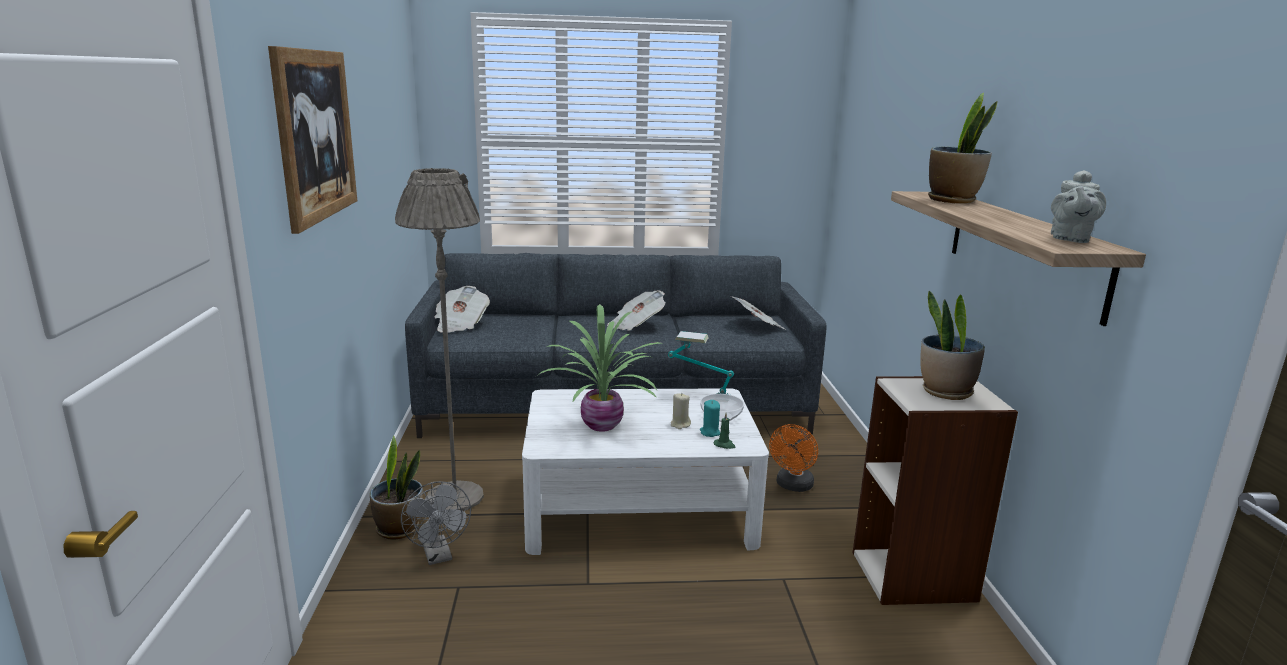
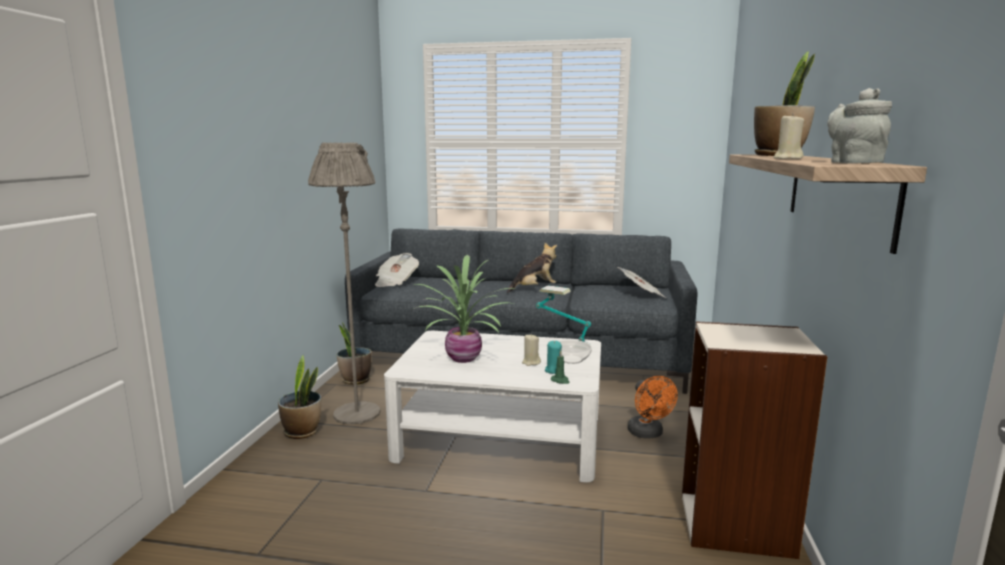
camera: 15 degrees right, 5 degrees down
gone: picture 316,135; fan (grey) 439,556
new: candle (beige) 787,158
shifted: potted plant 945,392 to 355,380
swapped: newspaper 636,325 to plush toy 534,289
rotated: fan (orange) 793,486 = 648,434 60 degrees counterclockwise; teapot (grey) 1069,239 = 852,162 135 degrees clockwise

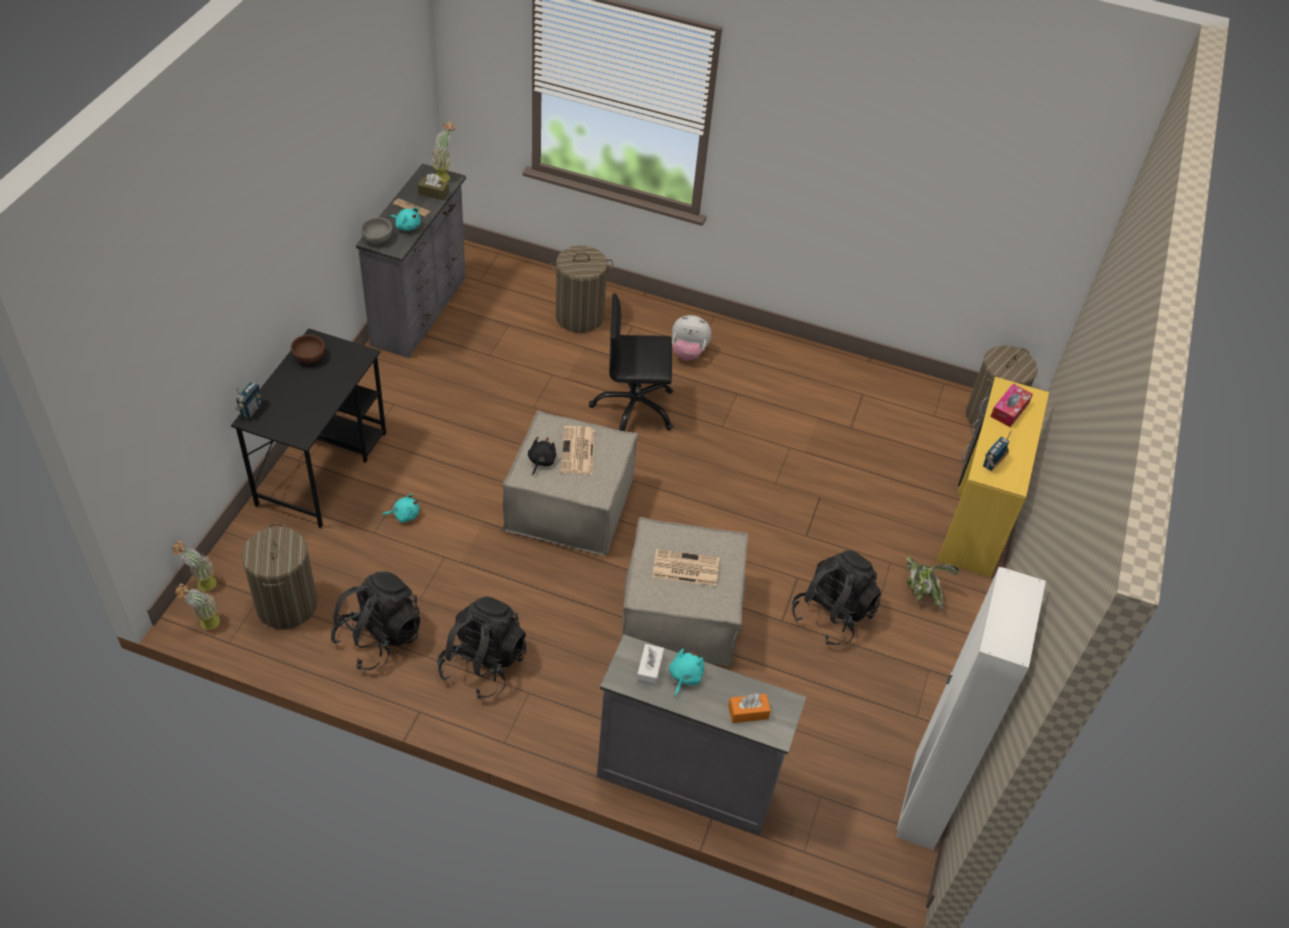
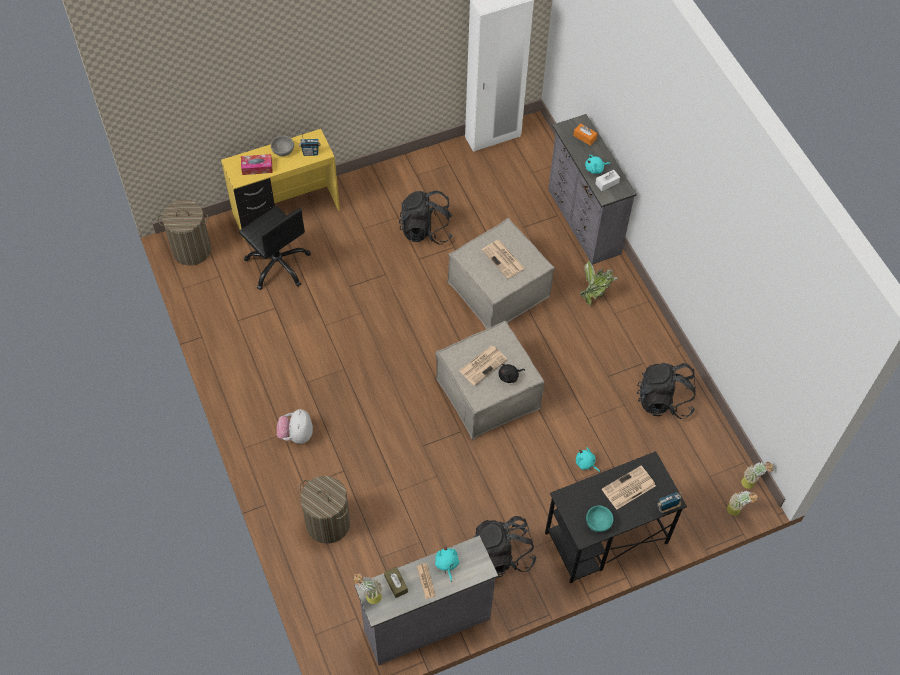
camera: 130 degrees left, 10 degrees up
gone: laundry basket 286,604
new: newspaper 628,488
shifted: bowl (grey) 378,238 to 282,151; backpack (black) 483,664 to 502,554; office chair (black) 634,408 to 278,265; potted plant 920,591 to 595,291
repainted: bowl (brown) 310,356 to bowl (turquoise) 597,523
rotated: plush toy 688,352 = 296,435 150 degrees counterclockwise

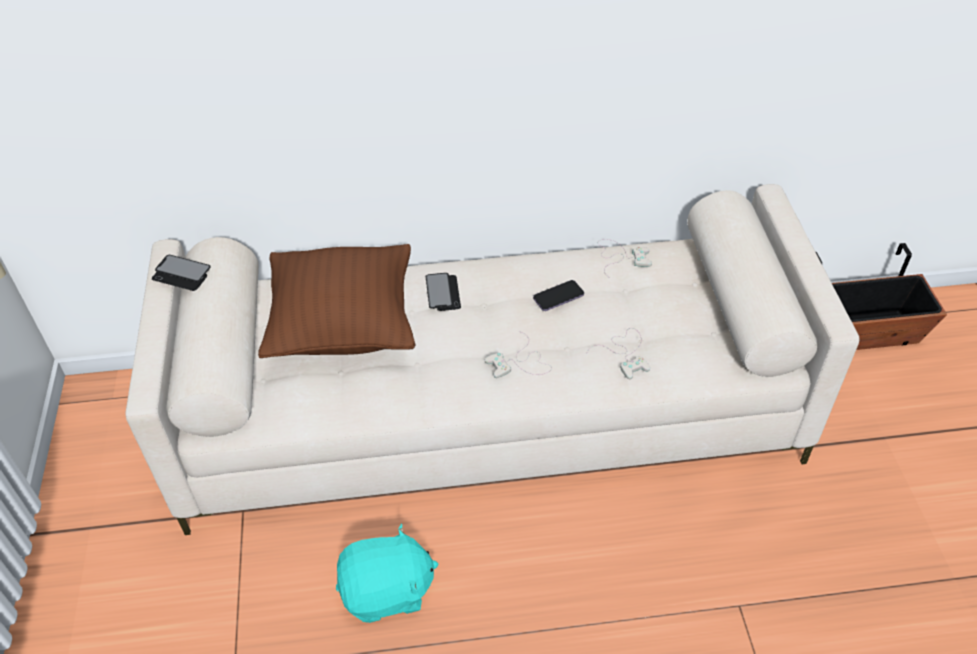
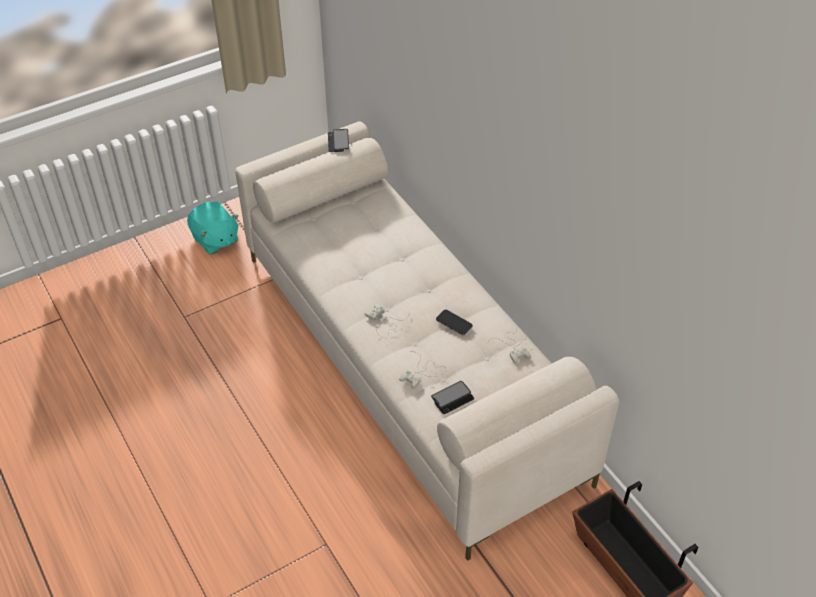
camera: 65 degrees right, 0 degrees up
gone: pillow (brown) 344,326
shifted: plush toy (turquoise) 387,592 to 215,240; phone 443,293 to 452,398

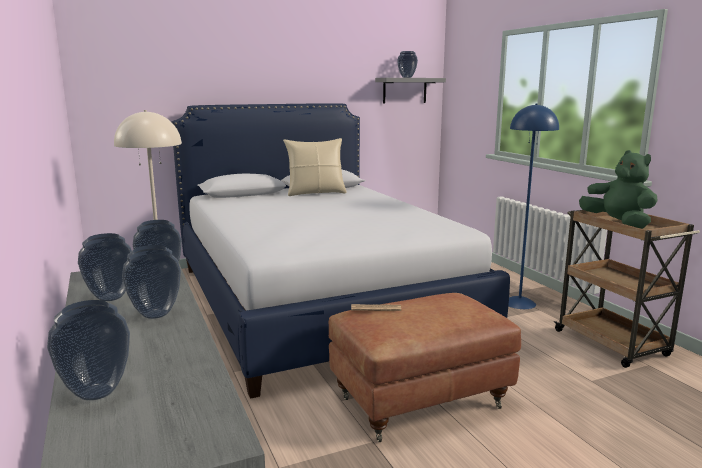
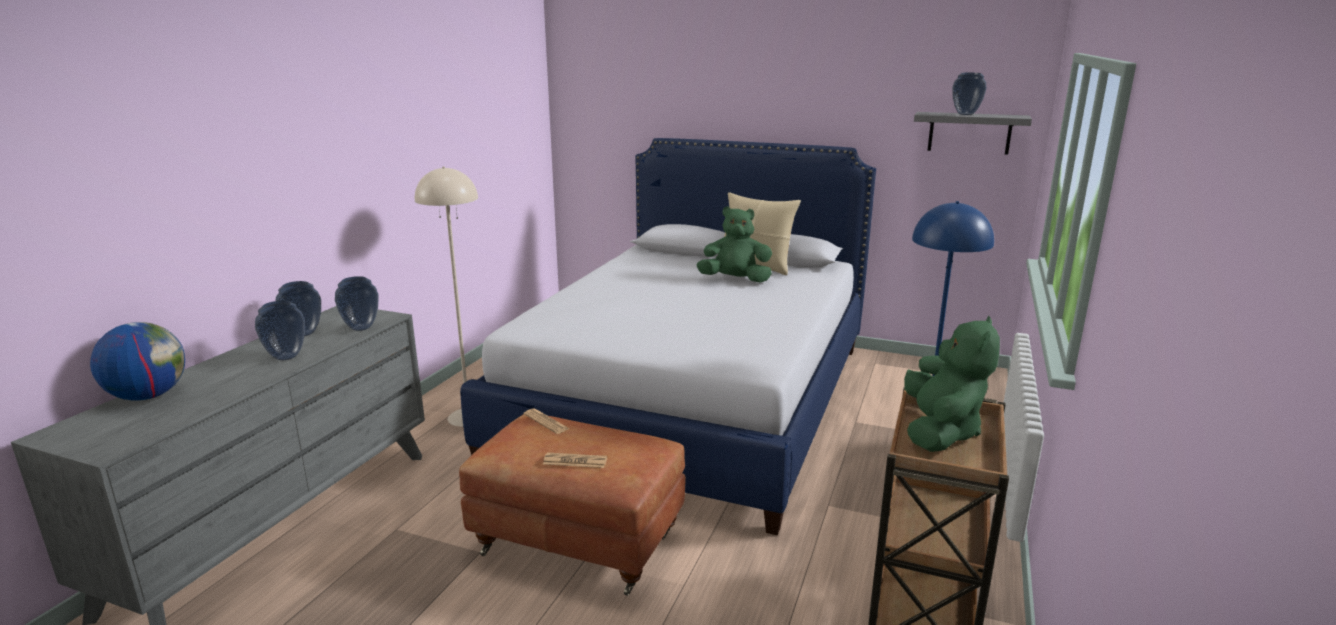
camera: 45 degrees right, 5 degrees up
new: newspaper 575,461; plush toy (green) 735,280
swapped: vase 95,393 to globe 148,396

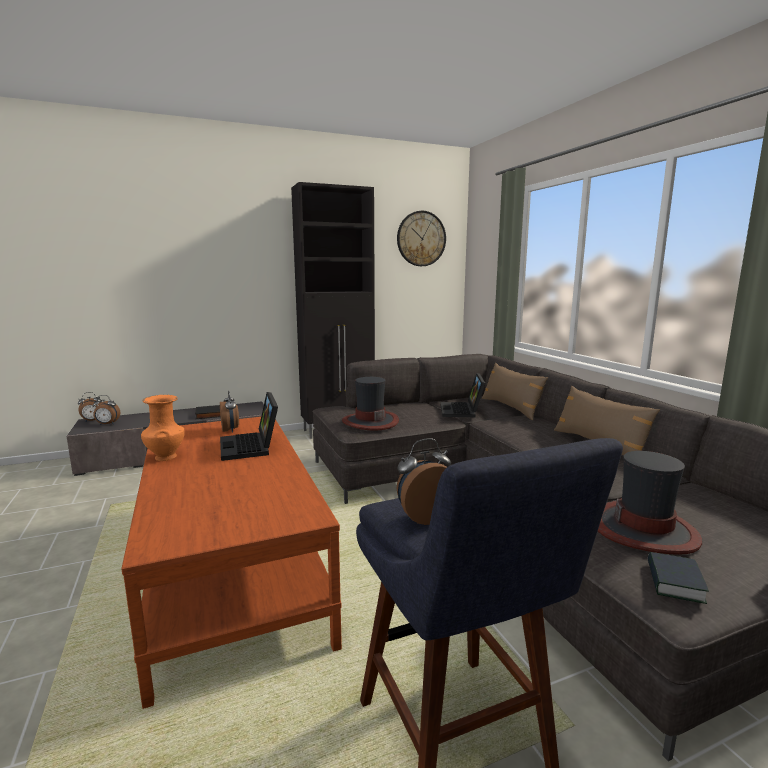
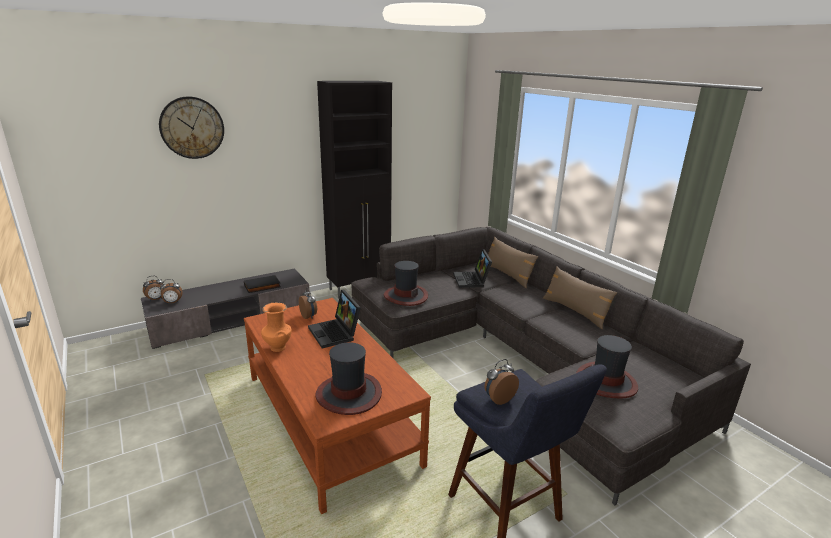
camera: 10 degrees left, 10 degrees up
gone: book 674,583
new: hat 349,394
shifted: wall clock 421,239 to 192,128

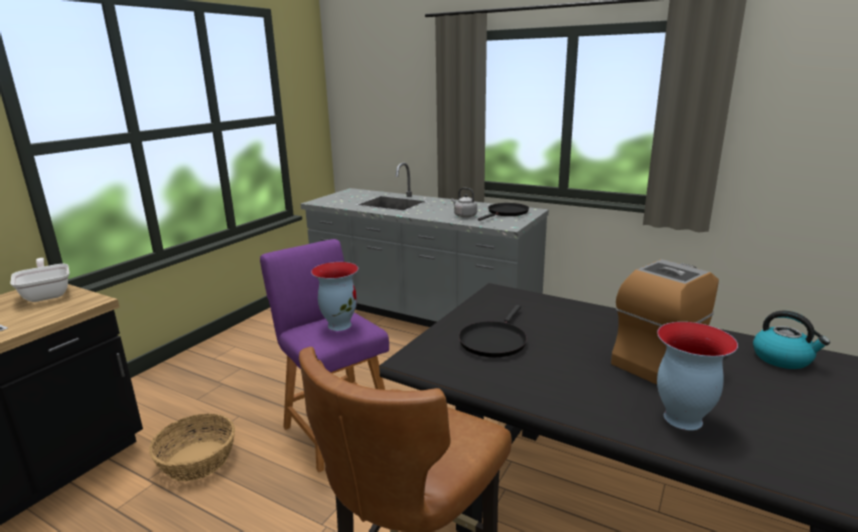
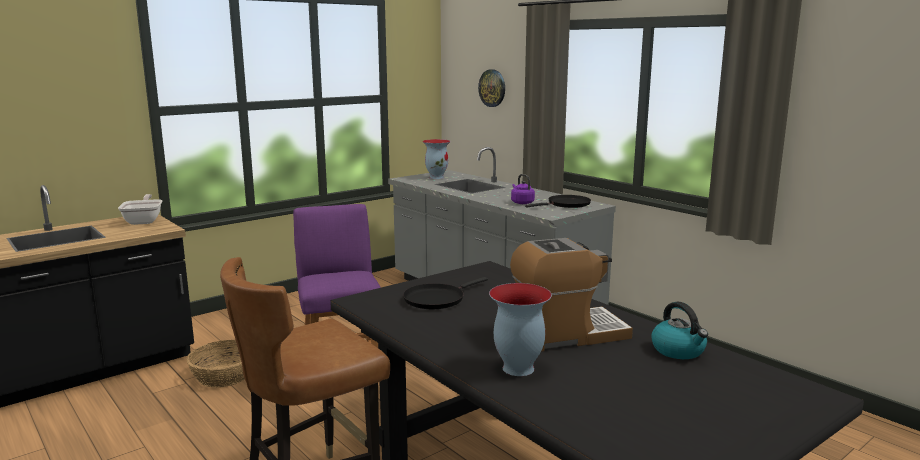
camera: 20 degrees right, 5 degrees down
new: wall clock 492,88
shifted: vase 339,325 to 436,177
repainted: kettle (grey) 464,215 to kettle (purple) 521,202

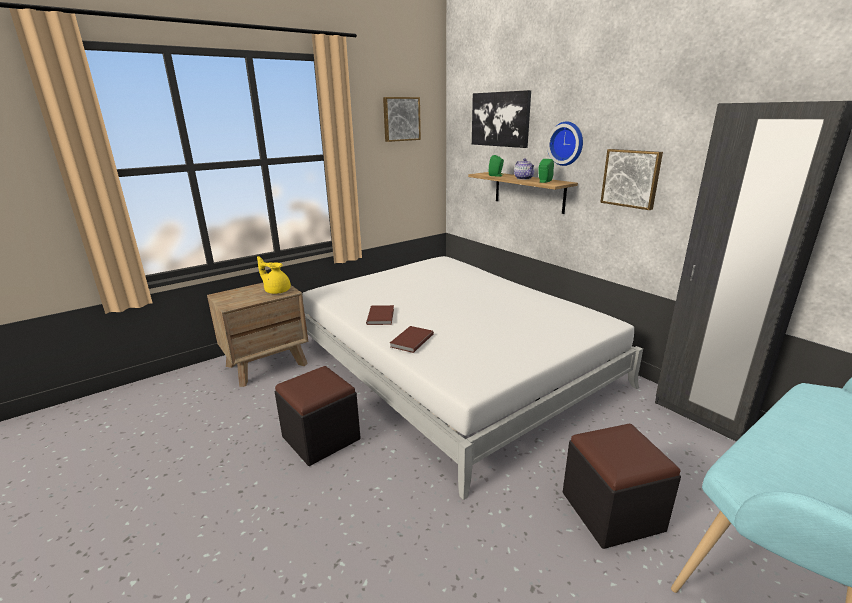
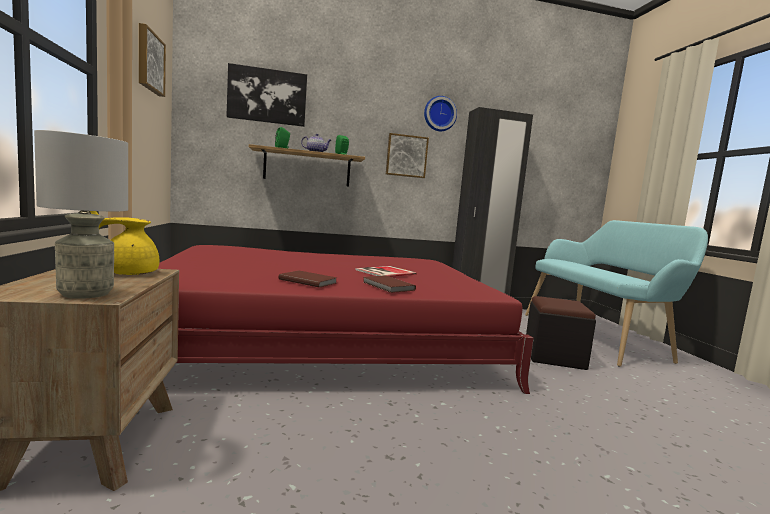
camera: 65 degrees left, 15 degrees down
gone: ottoman (black) 321,438
new: table lamp (grey) 86,294; book 384,272
shifted: wall clock 567,143 to 439,114
repainted: bed (white) 451,363 to bed (red) 323,338

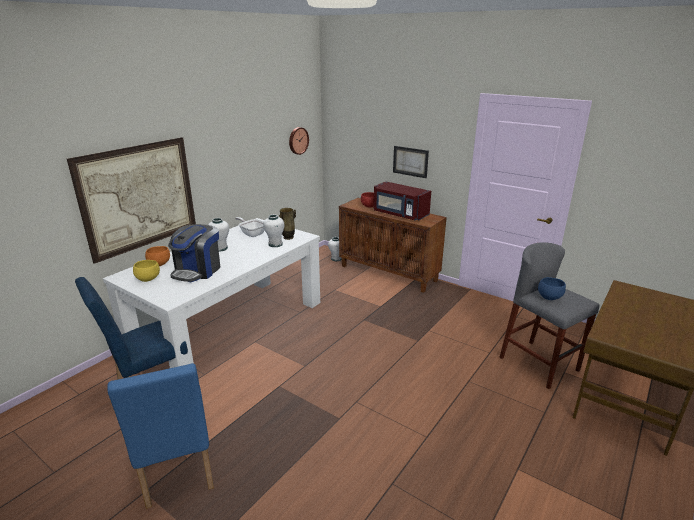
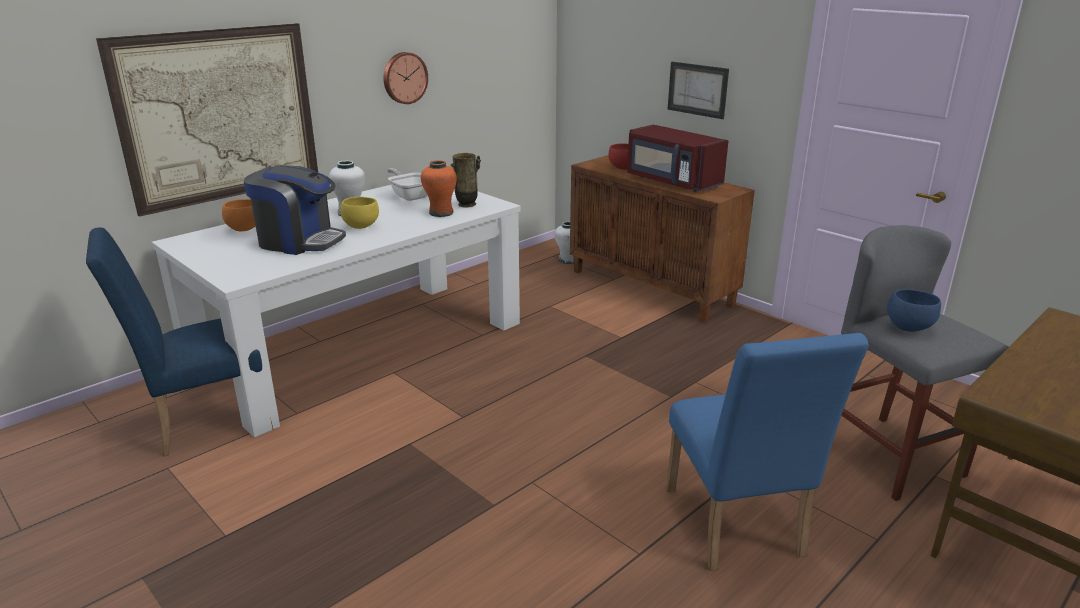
camera: 10 degrees right, 0 degrees up
shifted: chair (blue) 177,473 to 736,529; bowl (yellow) 148,279 to 361,226; wall clock 298,140 to 404,78
repainted: vase (white) 275,244 to vase (orange) 441,213
rotated: coffee machine 197,271 = 299,241 105 degrees counterclockwise

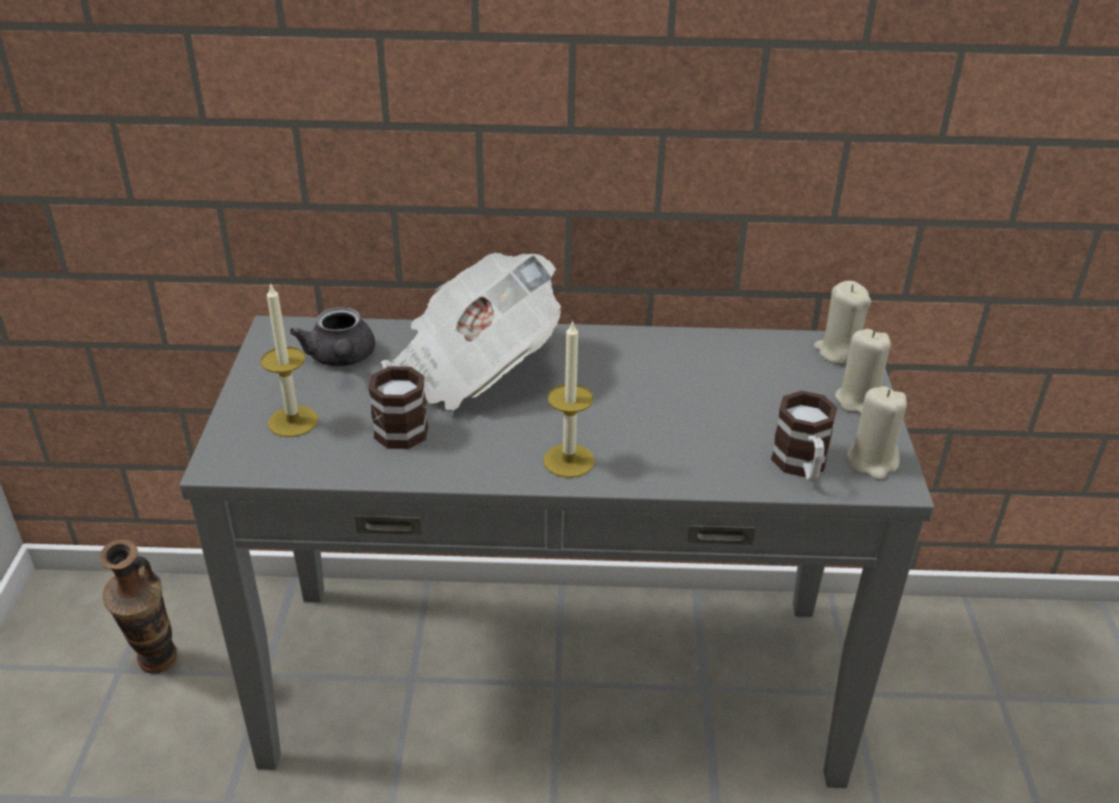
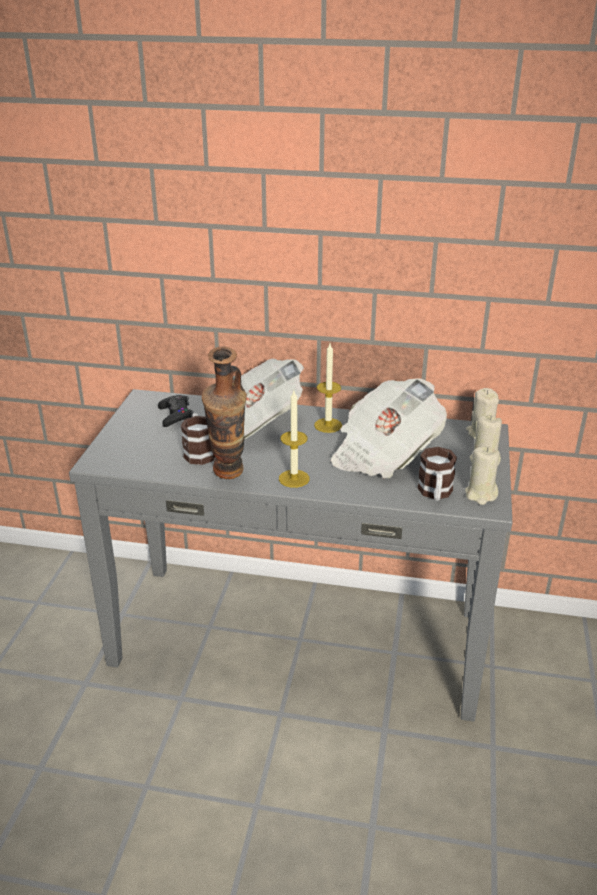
camera: 10 degrees right, 5 degrees down
new: newspaper 383,453
shifted: vase 158,669 to 228,477; candle 293,421 to 328,425
swapped: teapot (grey) 341,359 to game controller (black) 176,415

